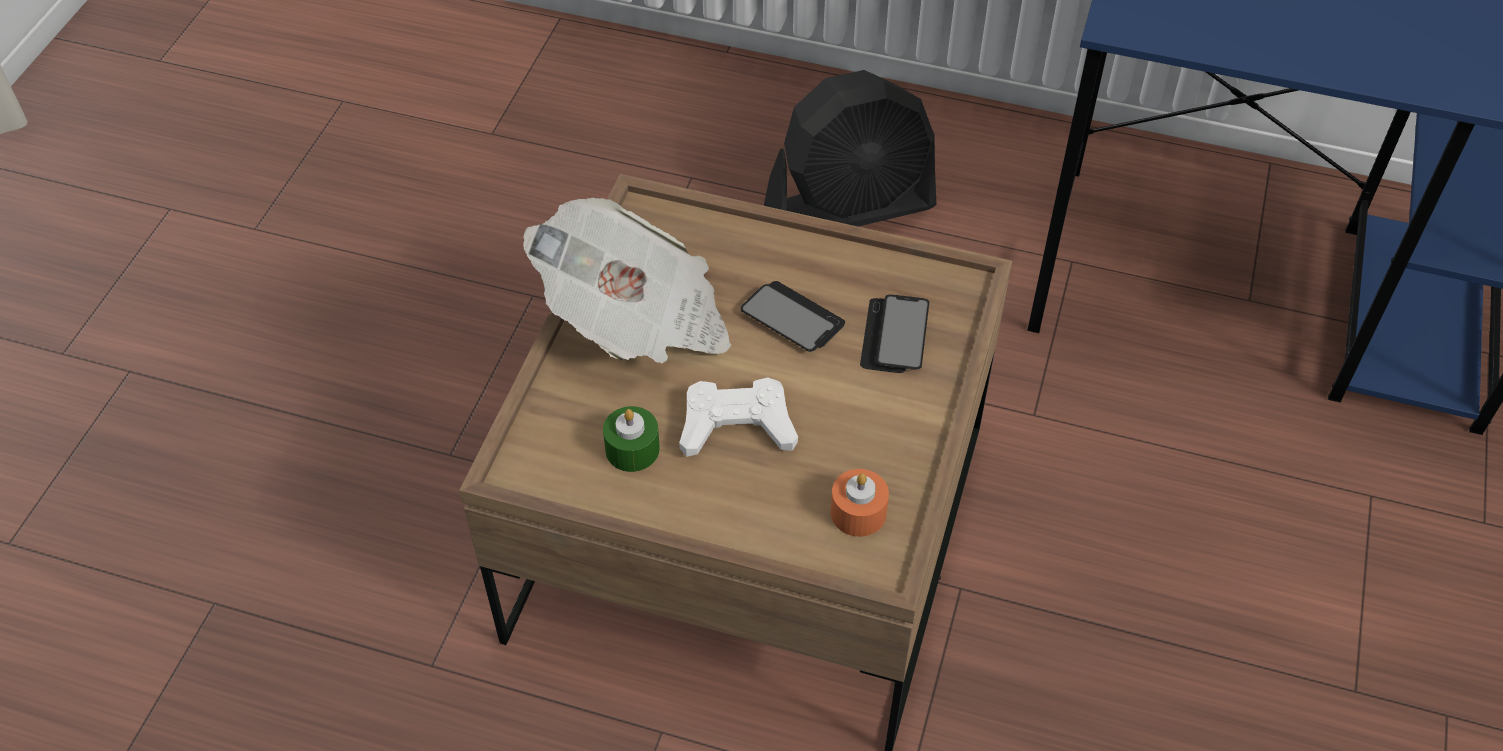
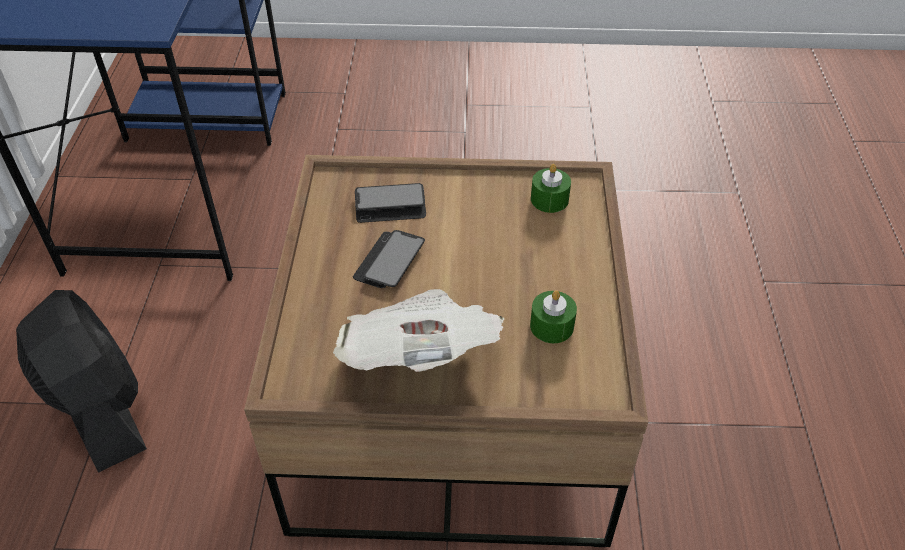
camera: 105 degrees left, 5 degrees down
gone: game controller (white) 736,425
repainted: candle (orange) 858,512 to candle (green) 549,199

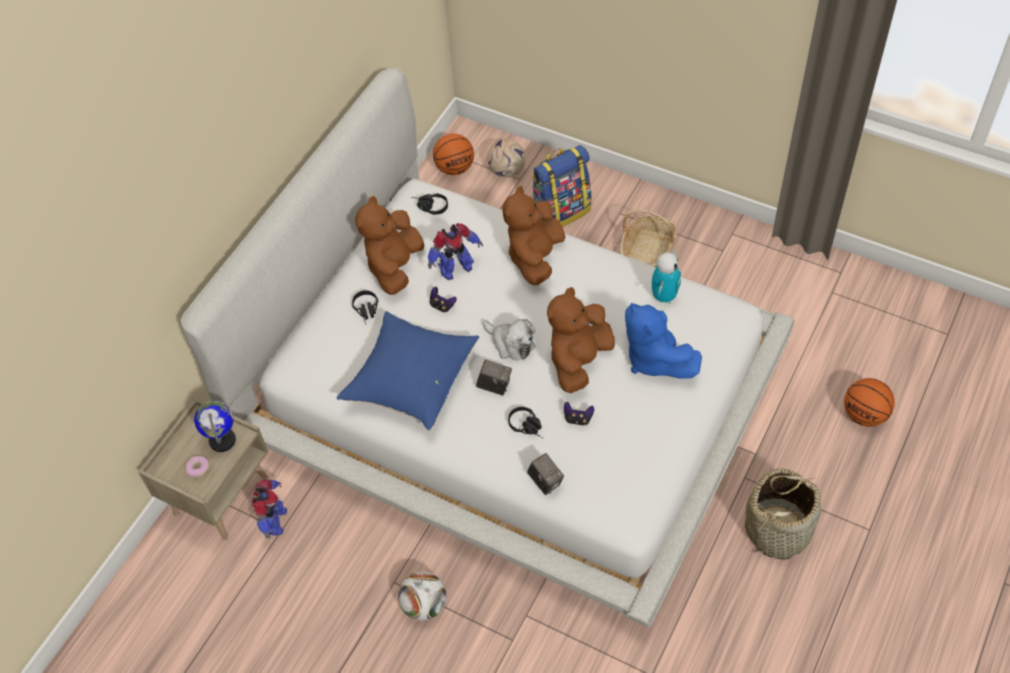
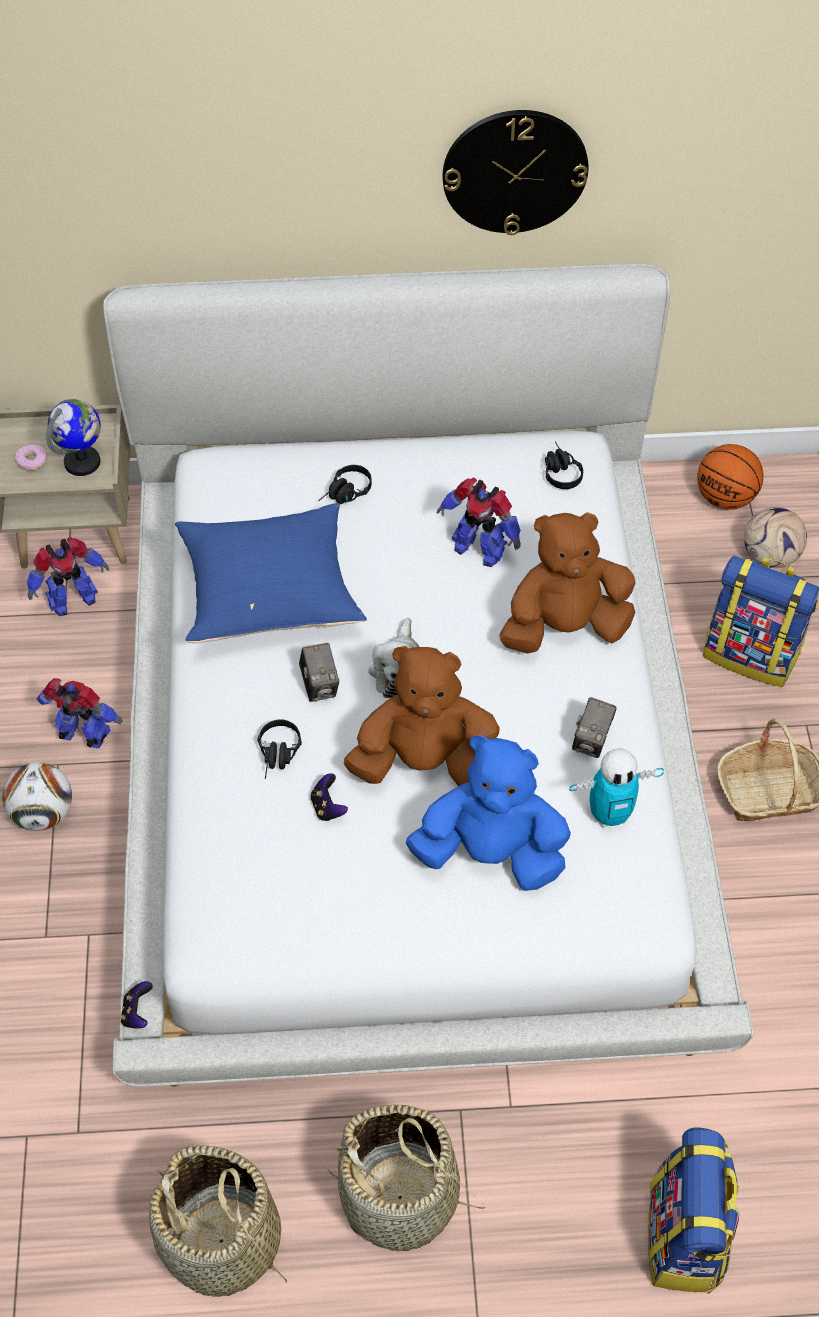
camera: 55 degrees right, 0 degrees up
gone: plush toy (brown) 395,266
new: toy robot 84,735; basket 223,1241; wall clock 515,171
shifted: game controller 442,305 to 138,1012; photo camera 545,481 to 592,740
swapped: basketball 864,414 to backpack 685,1237
rotated: plush toy (blue) 654,358 = 491,853 75 degrees clockwise

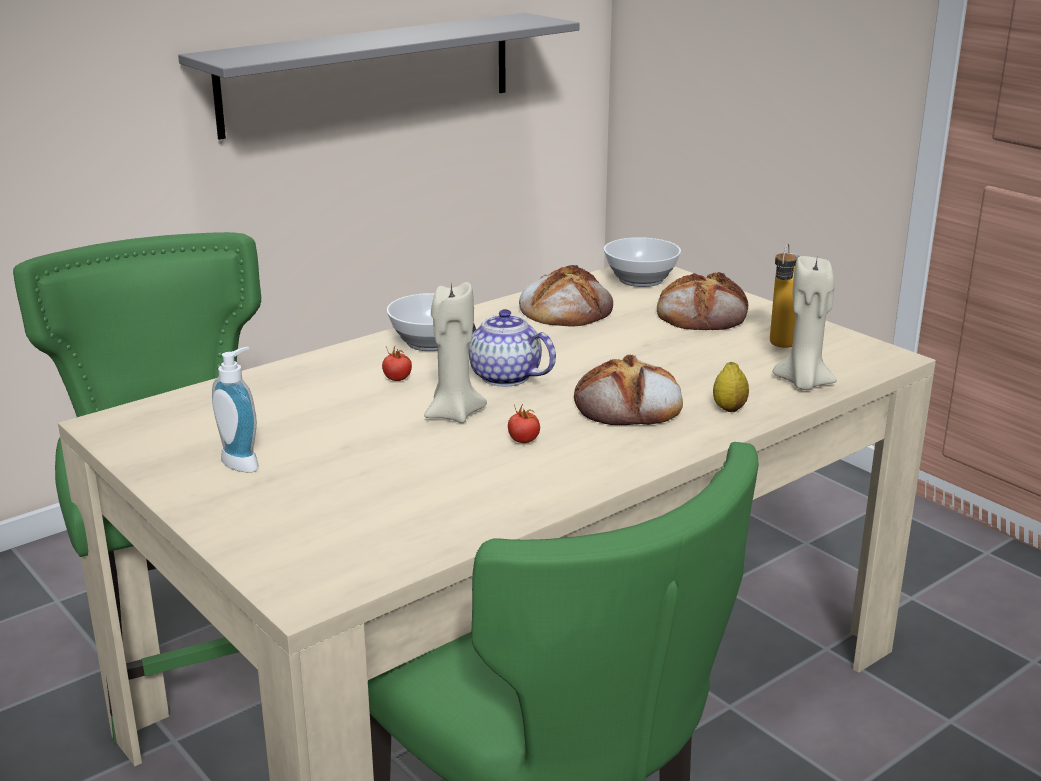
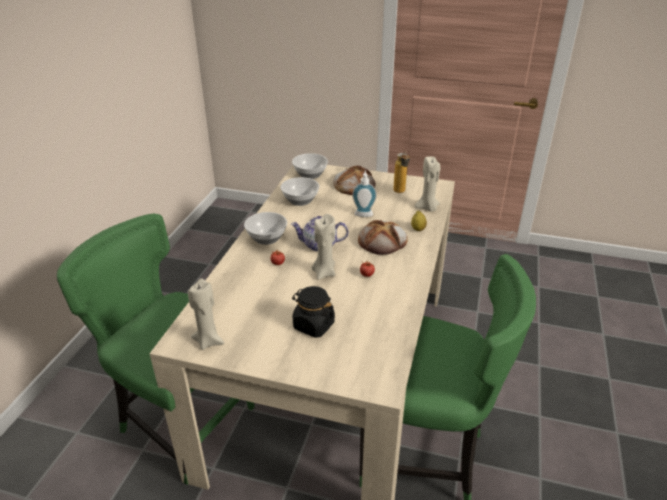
camera: 35 degrees left, 10 degrees up
gone: shelf (grey) 369,73
new: candle (beige) 208,341; jar (black) 313,325
shifted: soap dispenser 244,462 to 363,213
swapped: bread 566,309 to bowl 299,200

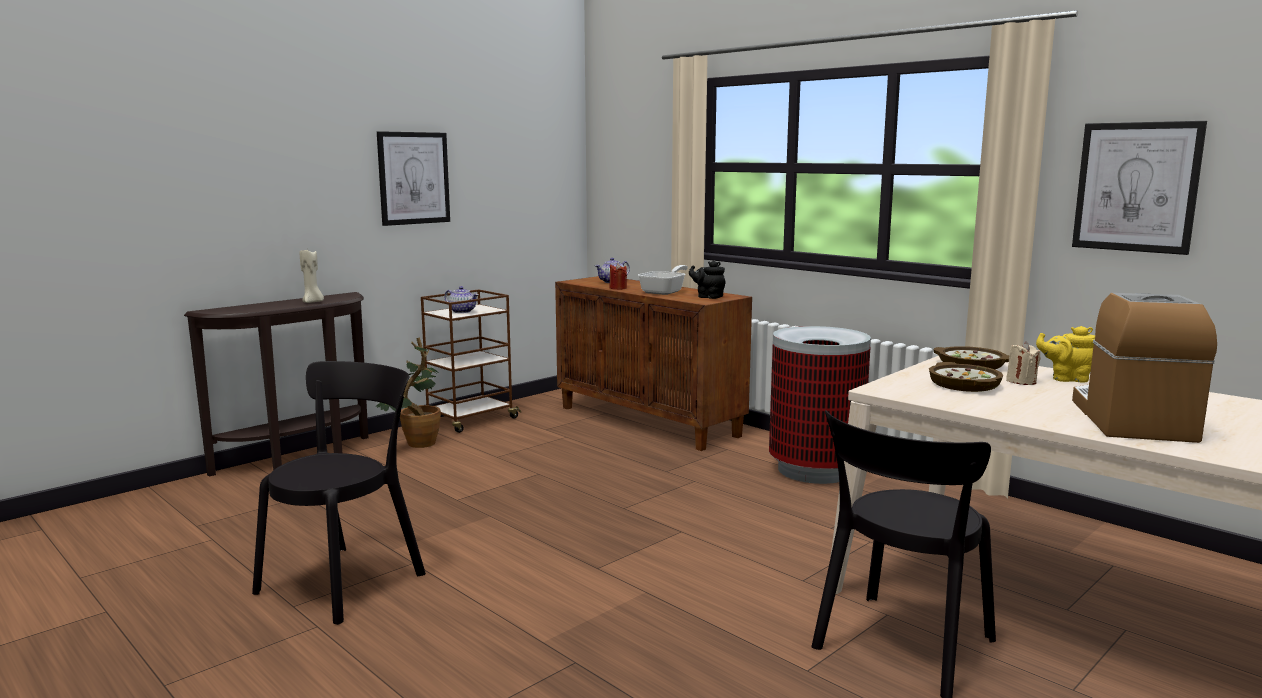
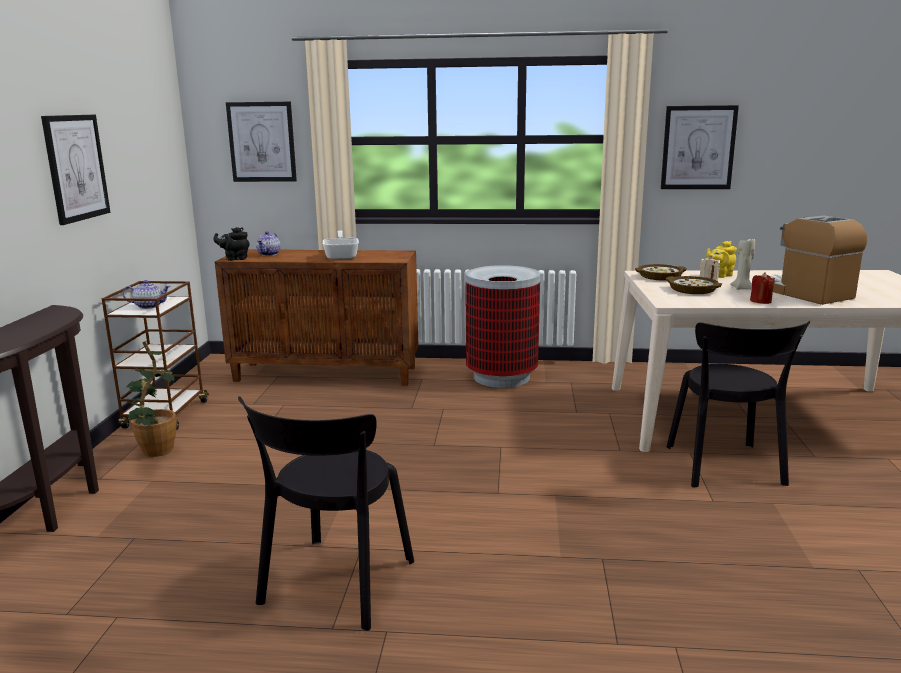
camera: 40 degrees left, 5 degrees up
new: picture 262,142
shifted: candle (beige) 312,302 to 742,288; candle (red) 618,288 to 760,301; teapot (black) 708,297 to 235,259
rotated: chair (black) 347,580 = 334,586 150 degrees counterclockwise

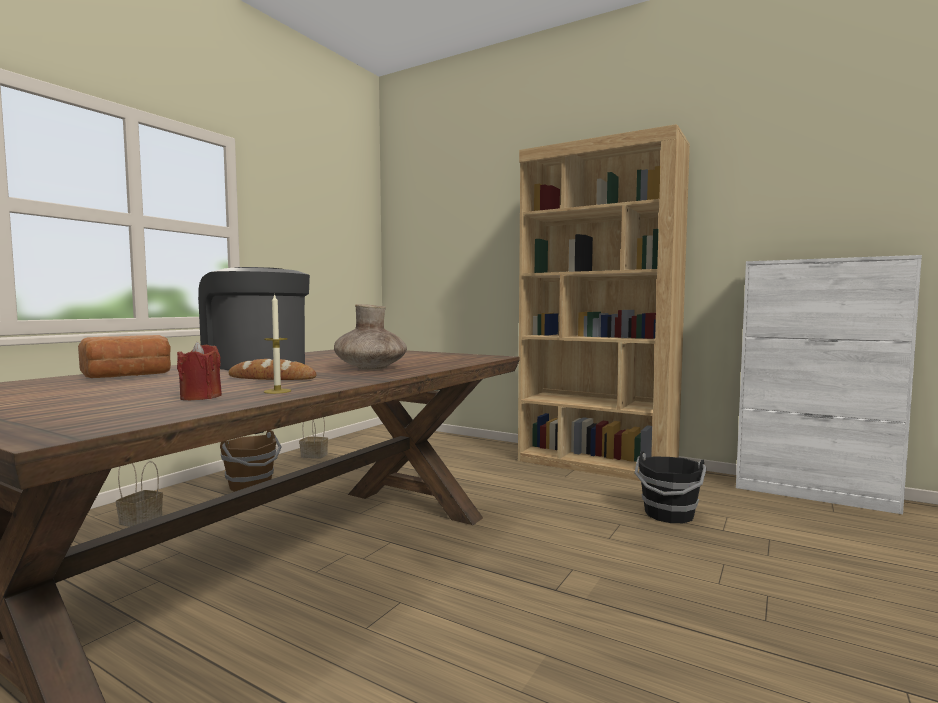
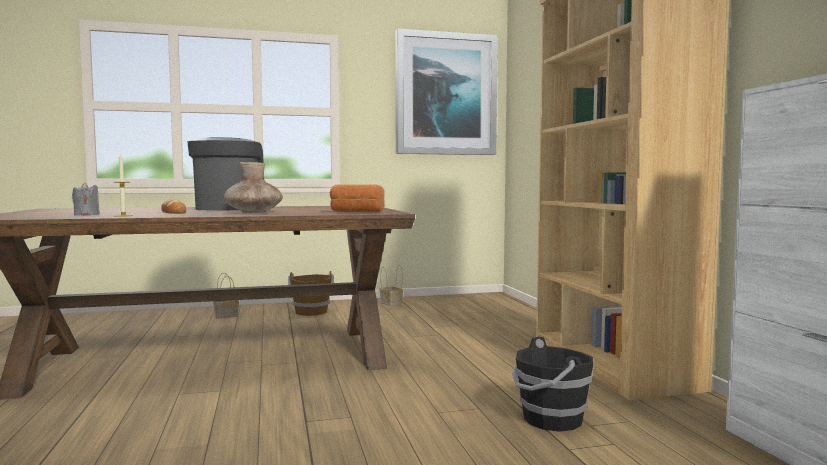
camera: 45 degrees right, 0 degrees up
new: picture 445,94
shifted: bread 129,376 to 356,212
repainted: candle (red) 201,397 to candle (grey) 86,215

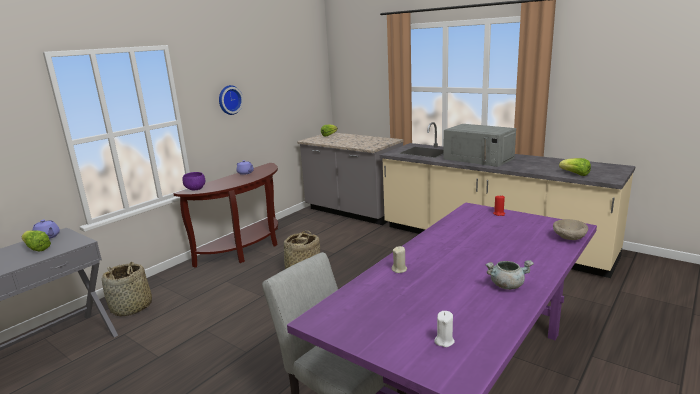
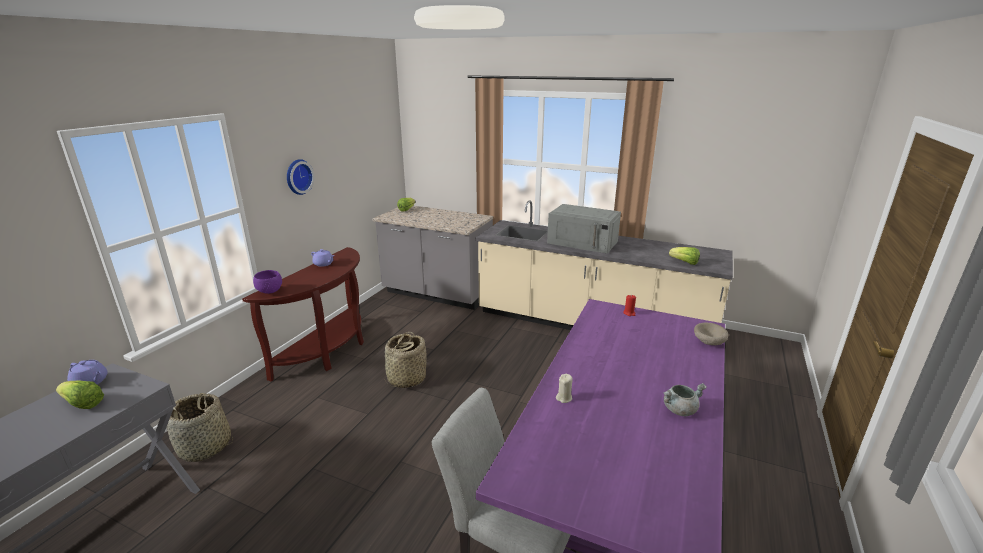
camera: 15 degrees left, 5 degrees up
gone: candle (white) 444,341

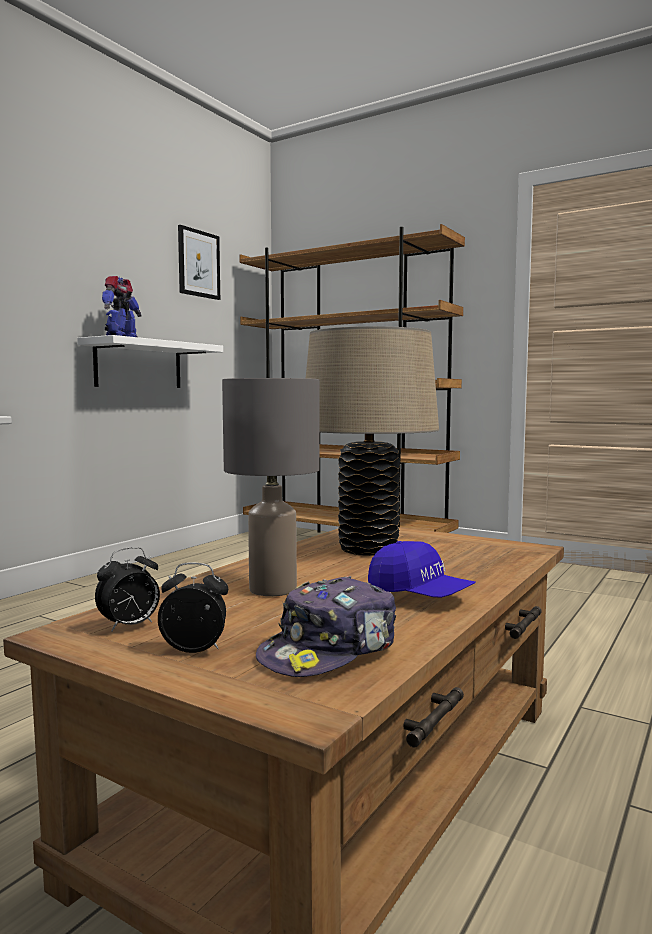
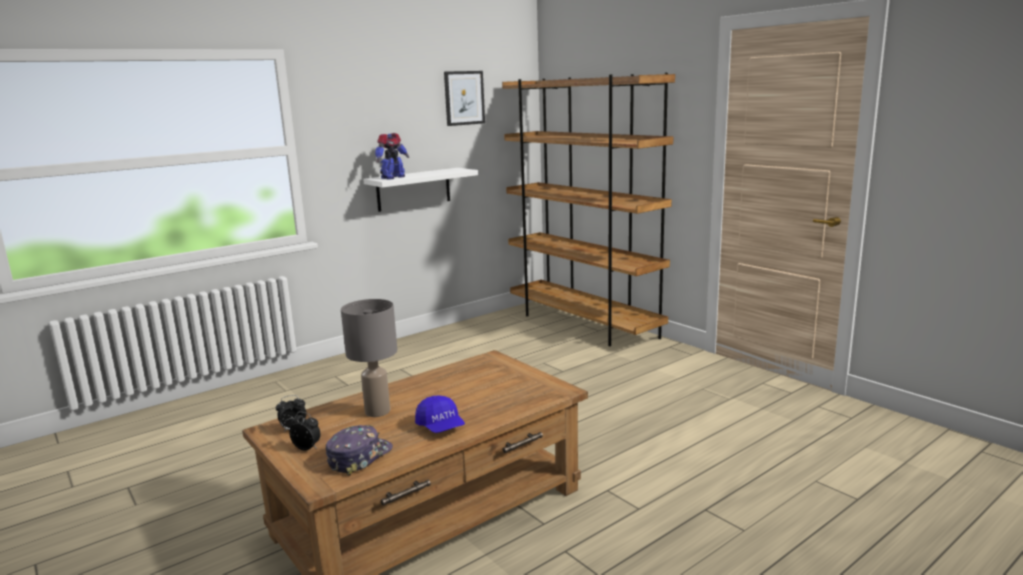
camera: 20 degrees right, 10 degrees up
gone: table lamp (beige) 368,549
rotated: cap 330,651 = 359,457 150 degrees clockwise

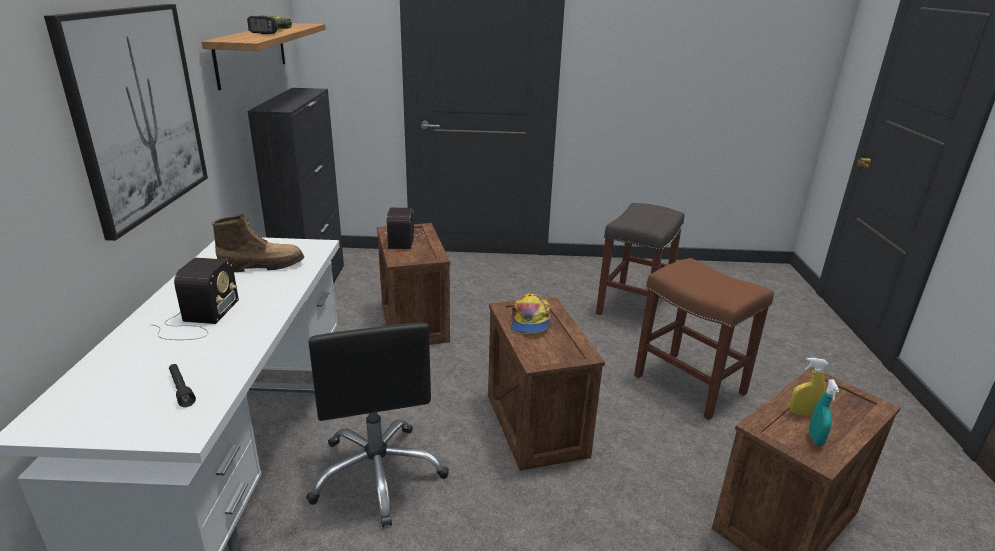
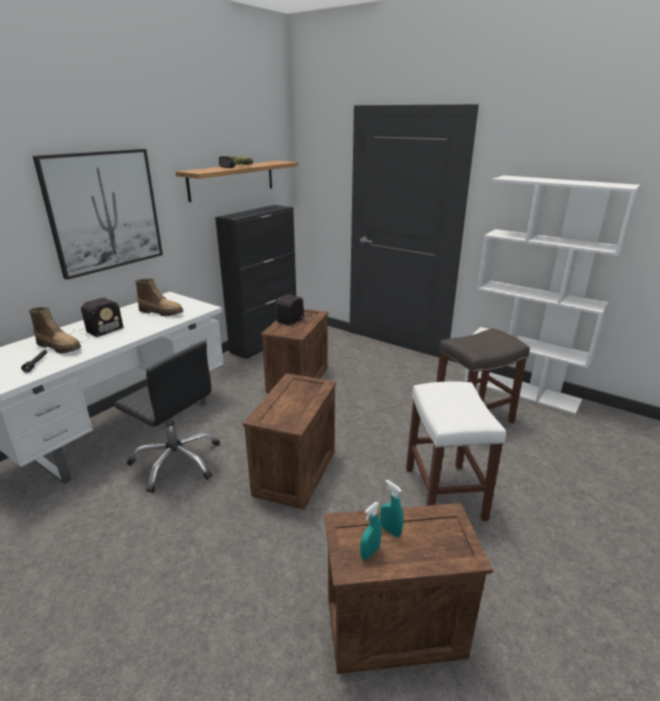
camera: 35 degrees right, 0 degrees up
gone: cap 530,321
new: boot 60,347; bookcase (white) 521,390
repainted: stool (brown) 688,384 to stool (white) 443,492; spray bottle (yellow) 802,413 to spray bottle (turquoise) 390,531
rotated: office chair (black) 378,473 = 177,461 75 degrees counterclockwise

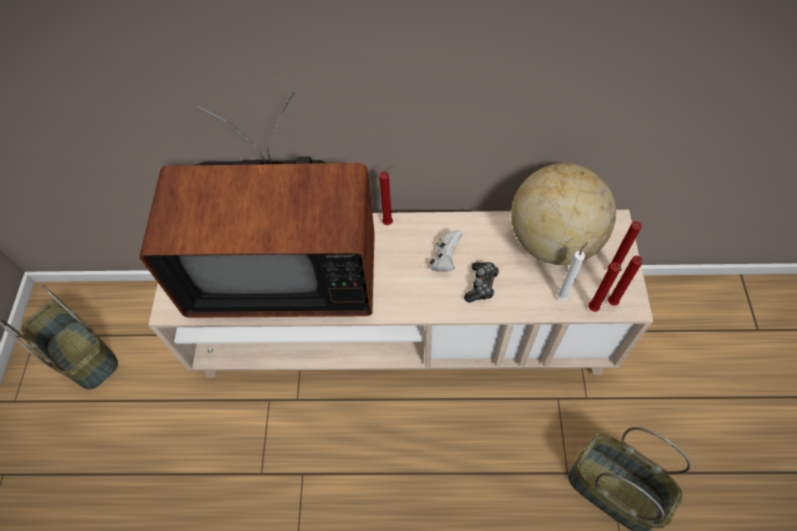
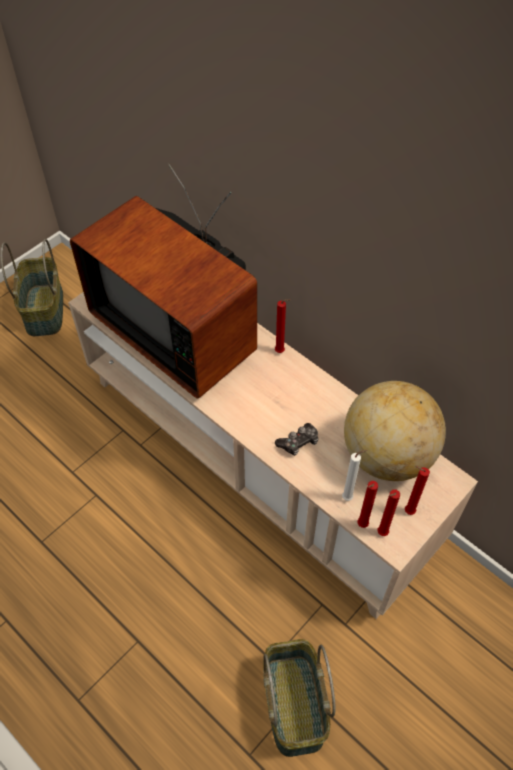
camera: 40 degrees right, 5 degrees down
gone: game controller (white) 445,259

